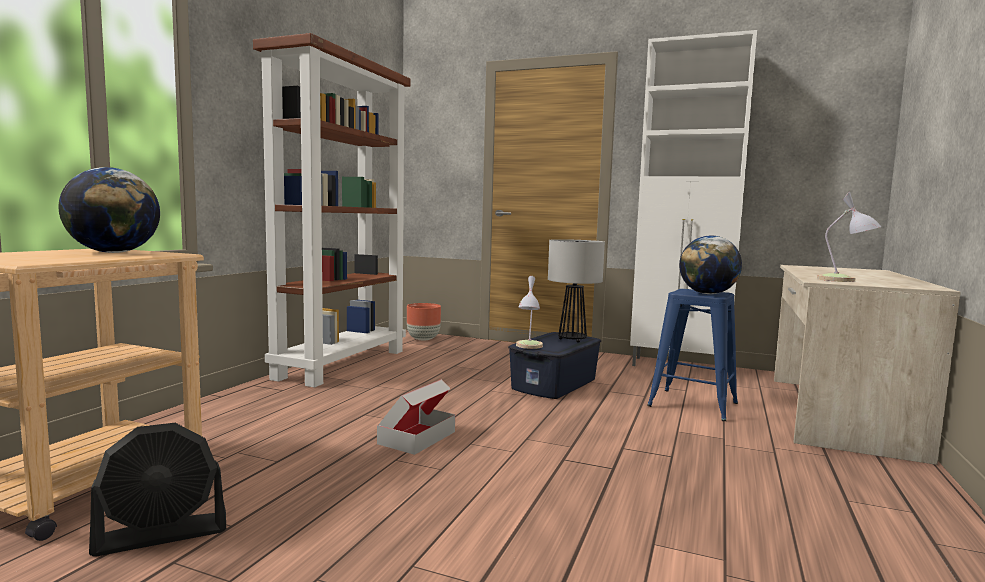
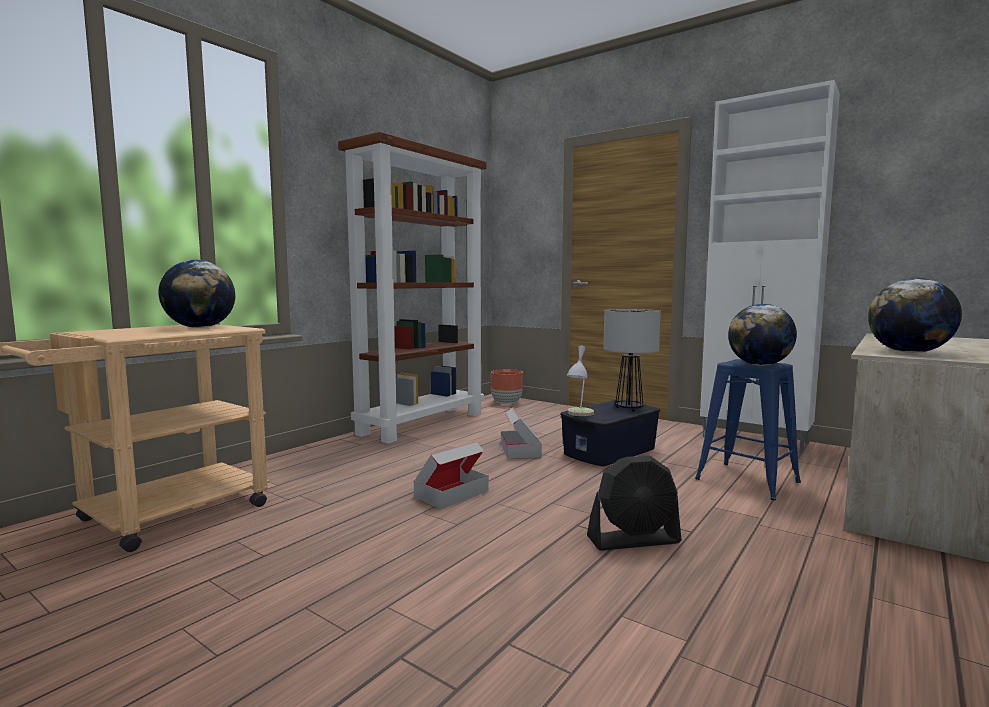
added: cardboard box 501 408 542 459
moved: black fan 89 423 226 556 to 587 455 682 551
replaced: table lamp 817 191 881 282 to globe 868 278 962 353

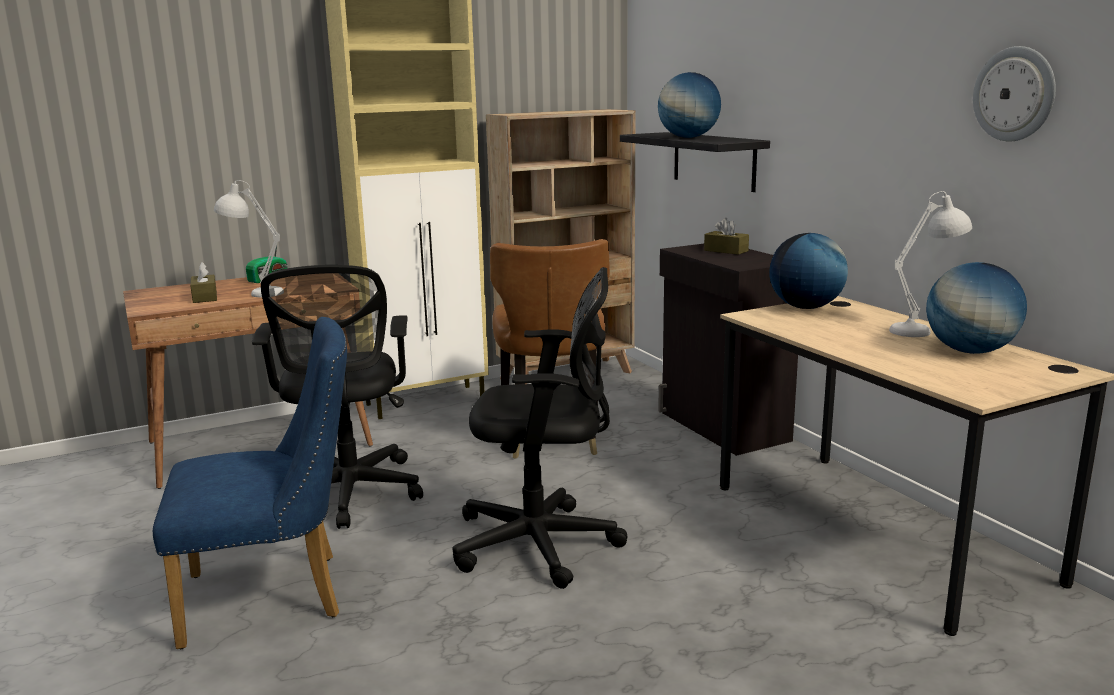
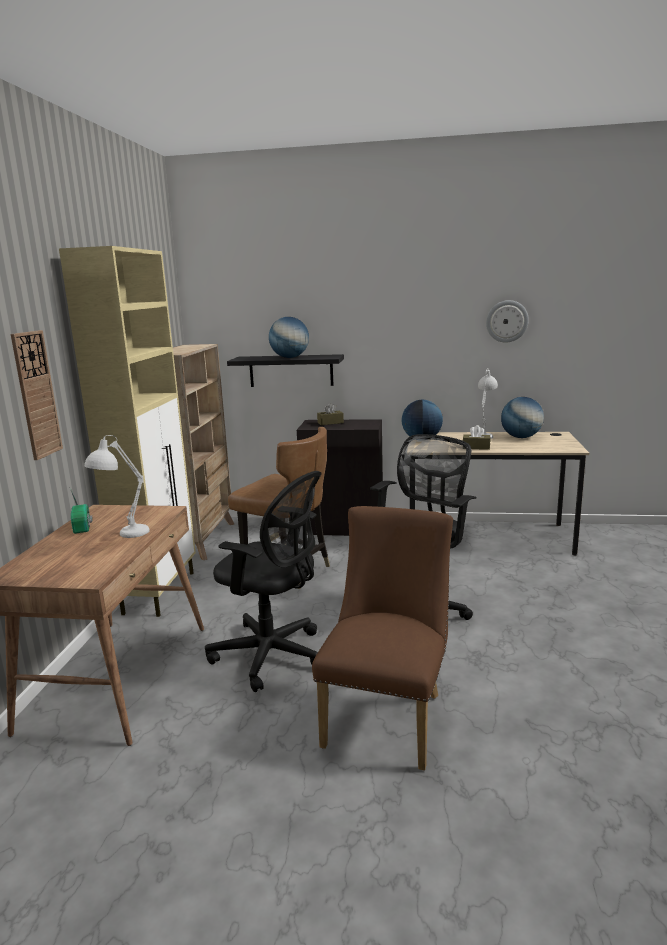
added: wall clock 11 330 63 460
moved: brown tissue box 190 262 217 303 to 463 425 491 450
recoloured: blue chair 153 317 347 649 to brown chair 312 506 453 771

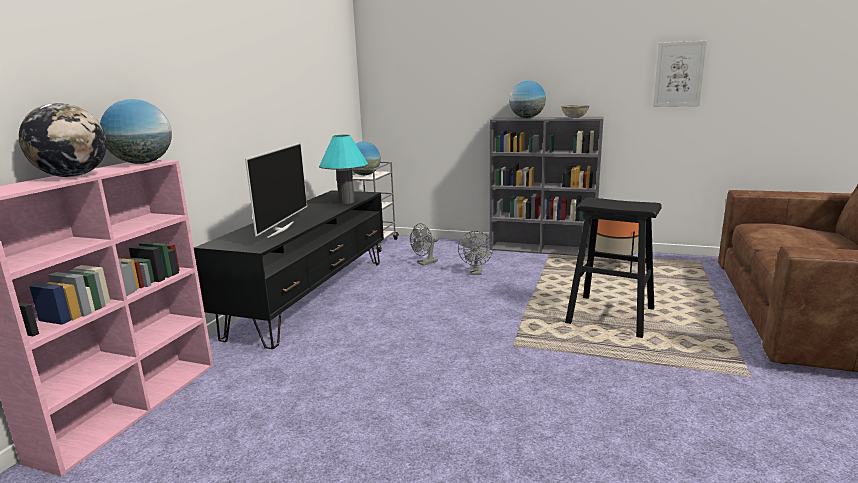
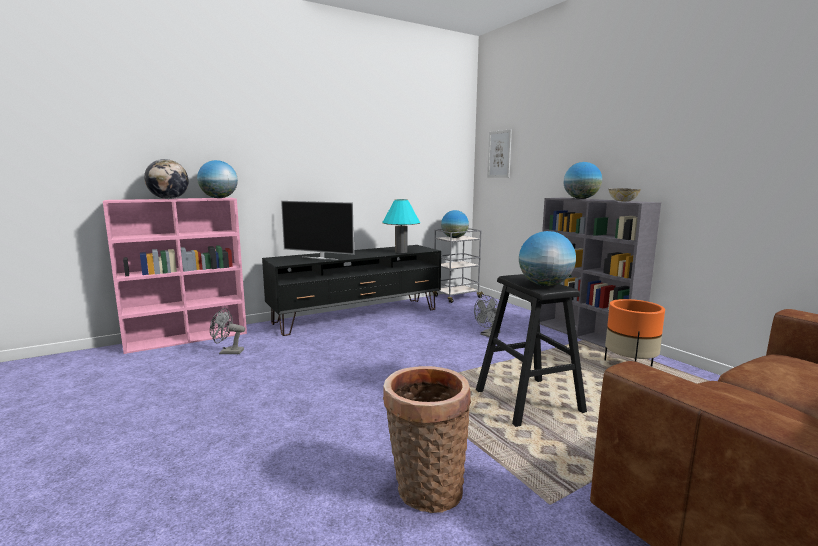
added: basket 383 366 471 513; globe 519 231 576 286
moved: grey fan 410 223 438 266 to 210 308 245 354; picture 653 41 707 107 to 487 129 512 178
turned: television 245 143 307 238 = 281 201 354 260 60 degrees clockwise

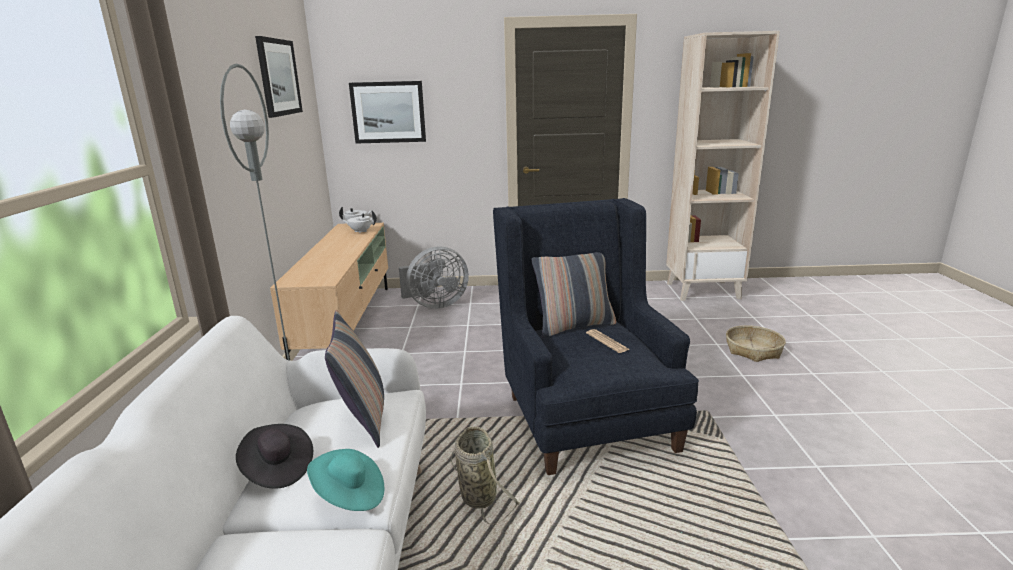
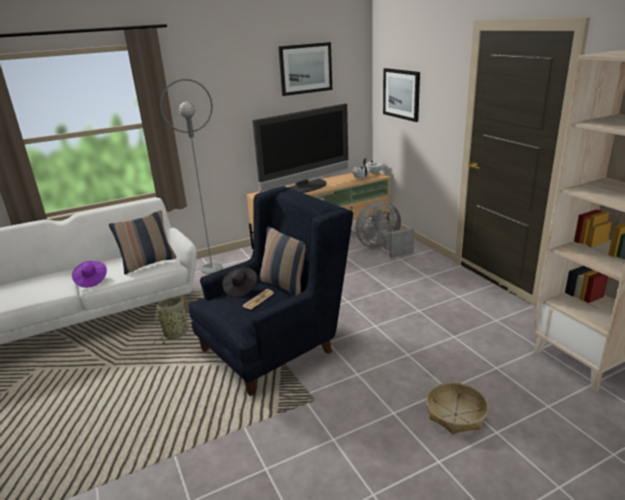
added: television 252 104 348 193
moved: black hat 236 424 313 489 to 223 267 257 297
recoloured: turquoise hat 307 449 384 511 to purple hat 72 261 107 288
turned: grey fan 399 246 469 309 = 355 201 414 258 120 degrees clockwise

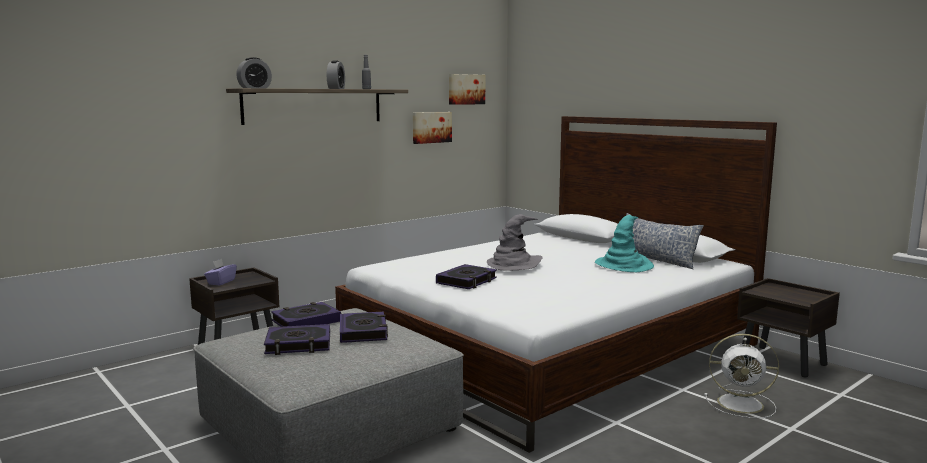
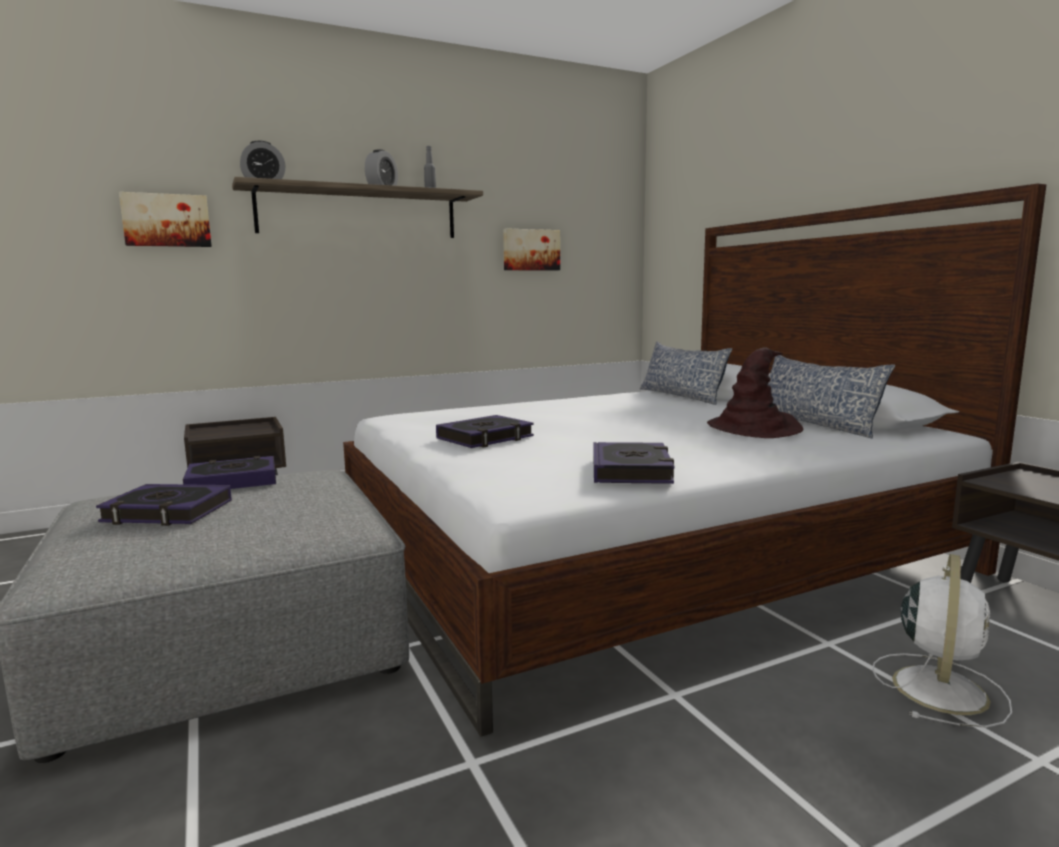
removed: purple tissue box 204 259 237 285; grey hat 487 214 542 270
added: pillow 640 342 732 405
moved: book 340 312 388 343 to 594 442 675 484; picture 449 74 485 105 to 119 192 212 247
recoloured: turquoise hat 595 215 654 272 to brown hat 707 347 804 438
turned: white fan 704 334 779 418 = 872 554 1012 728 90 degrees counterclockwise

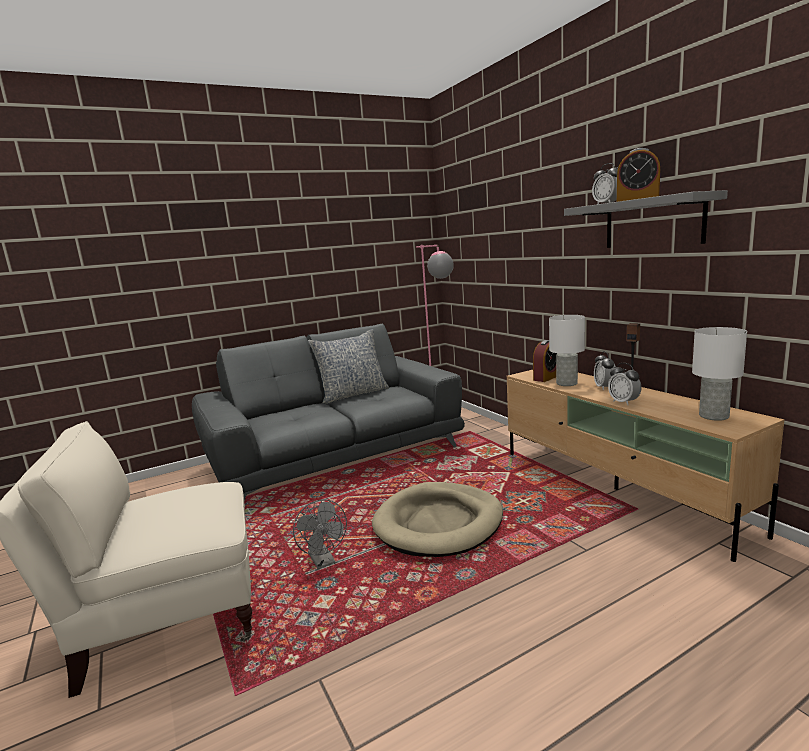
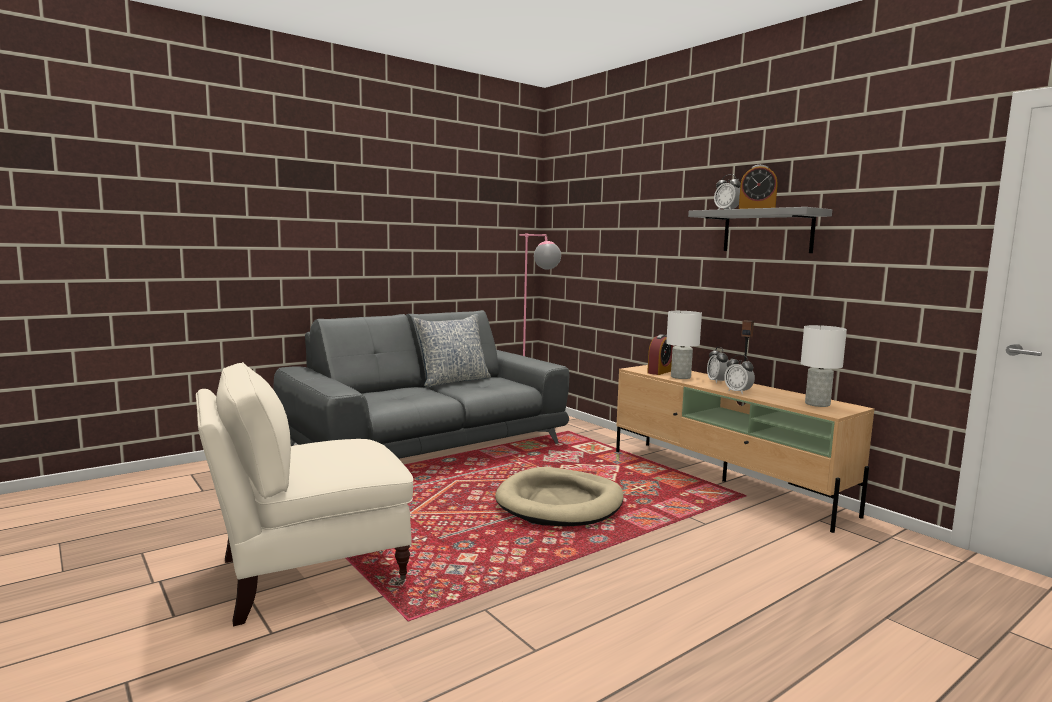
removed: grey fan 293 500 347 569

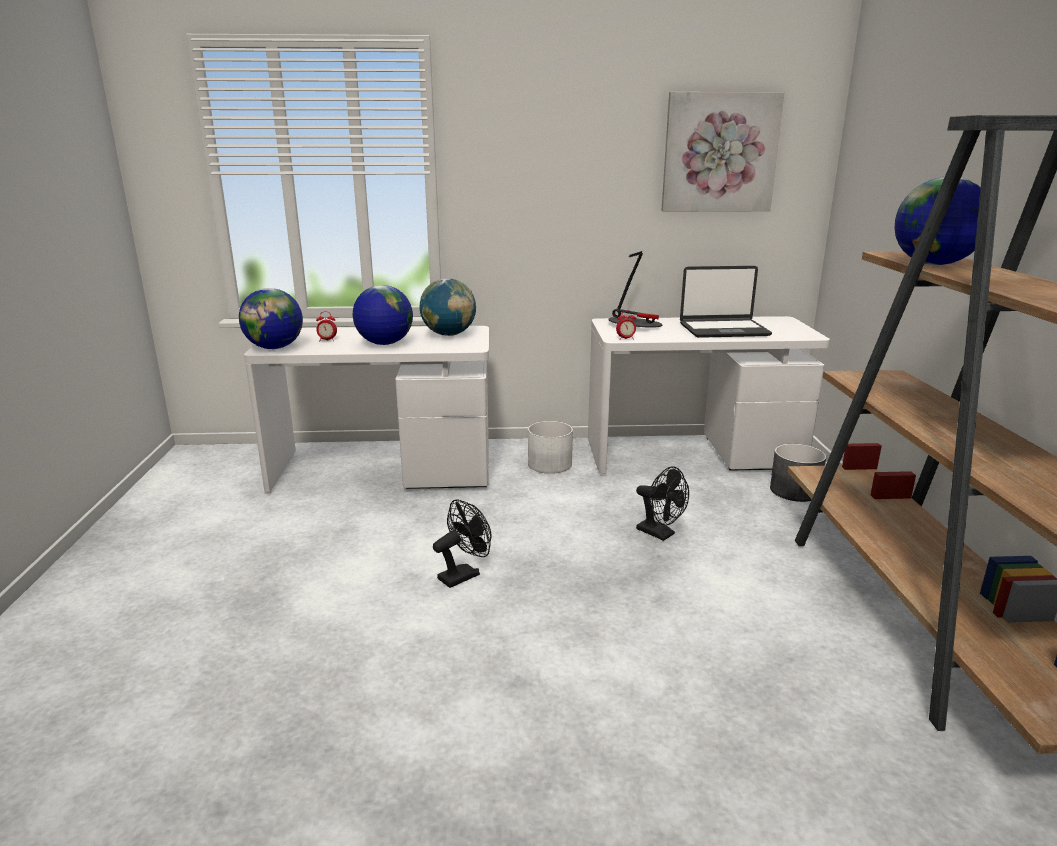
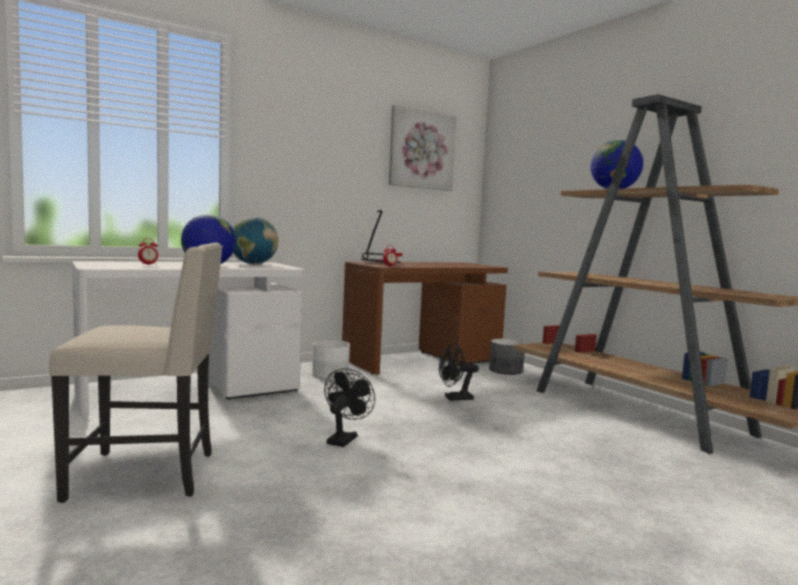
removed: globe 239 288 303 349; laptop 680 266 772 338
added: beige chair 49 243 223 503
recoloured: white desk 588 316 830 474 to brown desk 342 262 508 375
turned: black fan 636 467 689 541 = 439 343 479 401 150 degrees clockwise

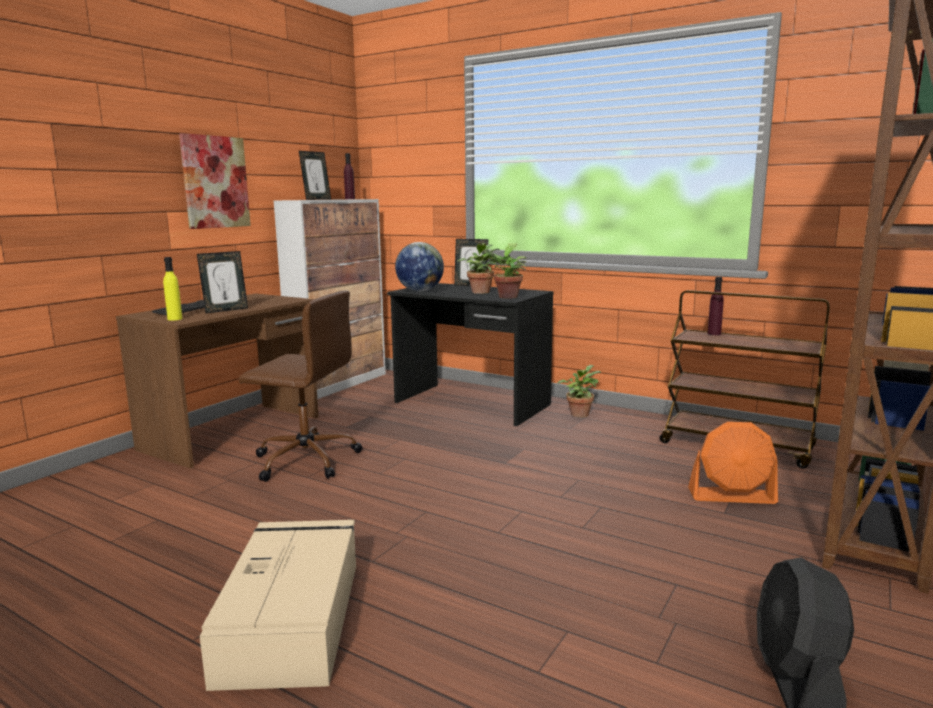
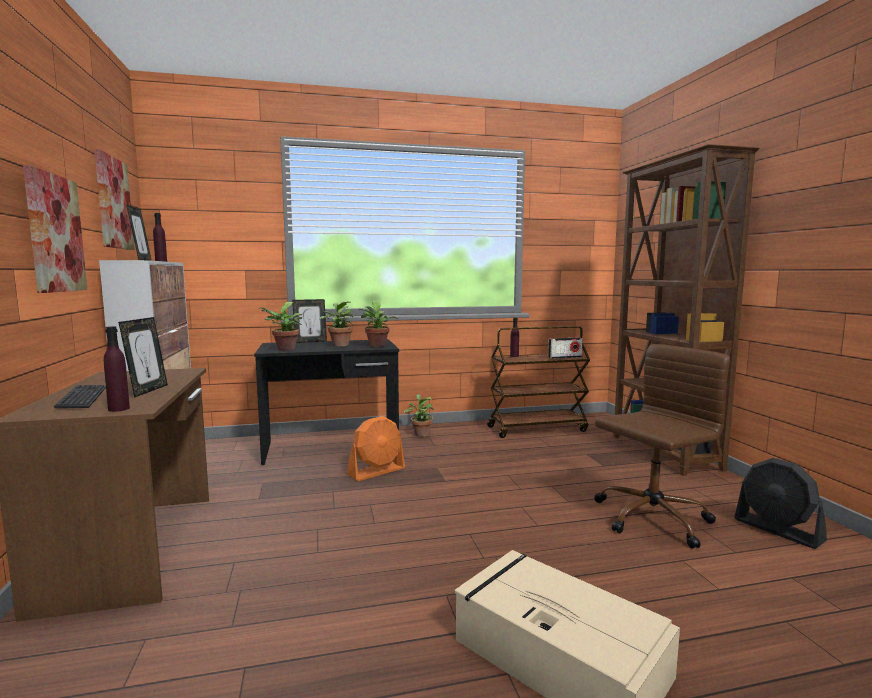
added: picture 94 149 135 250; radio 548 337 583 359
moved: brown office chair 239 290 362 482 to 594 344 730 548; orange fan 688 422 778 504 to 347 416 405 481
replaced: globe 395 242 444 292 to potted plant 258 302 302 351
recoloured: yellow bottle 163 257 183 321 to purple bottle 104 326 130 412

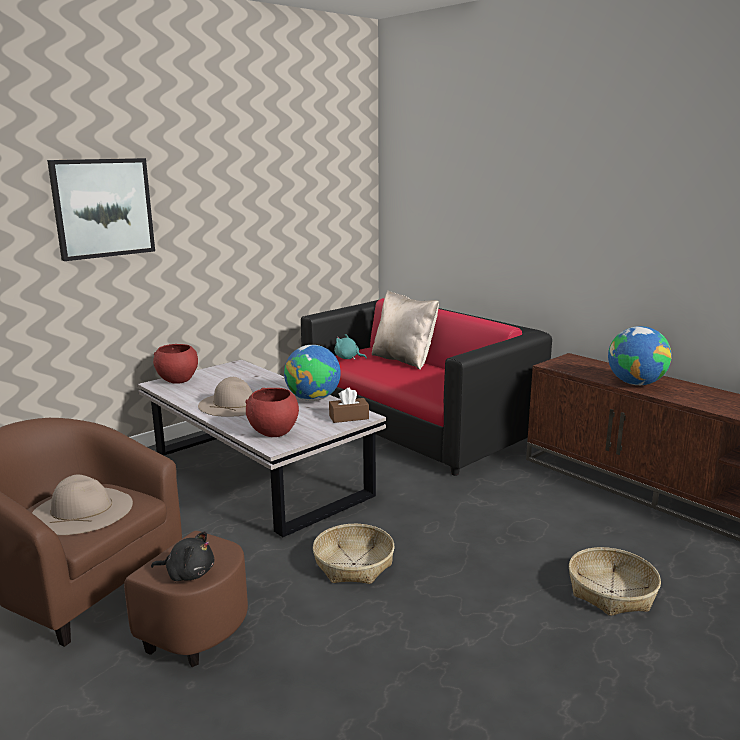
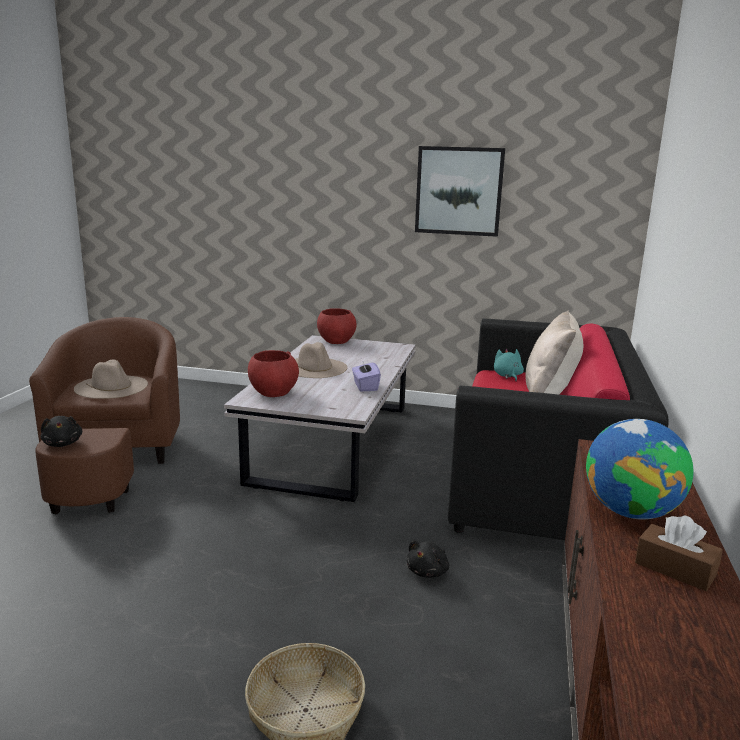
removed: basket 313 524 395 584
added: black plush toy 407 541 449 578
moved: picture 47 158 155 261 to 415 146 505 237; brown tissue box 329 388 369 423 to 635 516 723 591
replaced: globe 284 345 341 401 to purple tissue box 352 362 381 391

